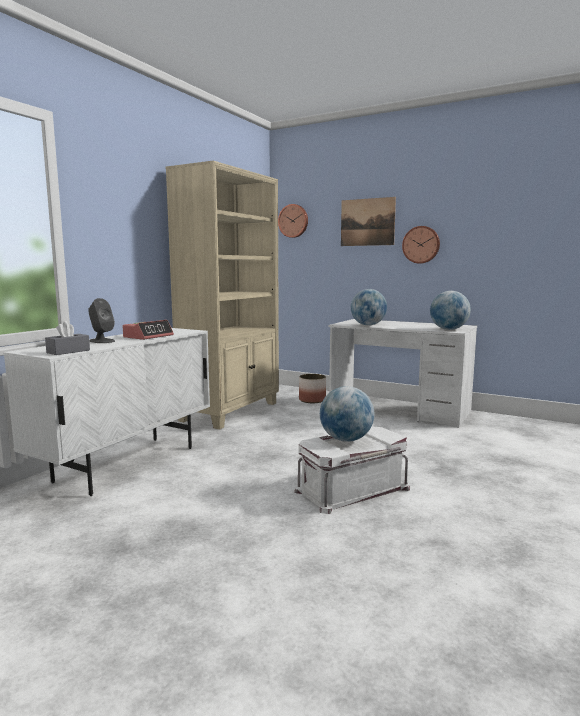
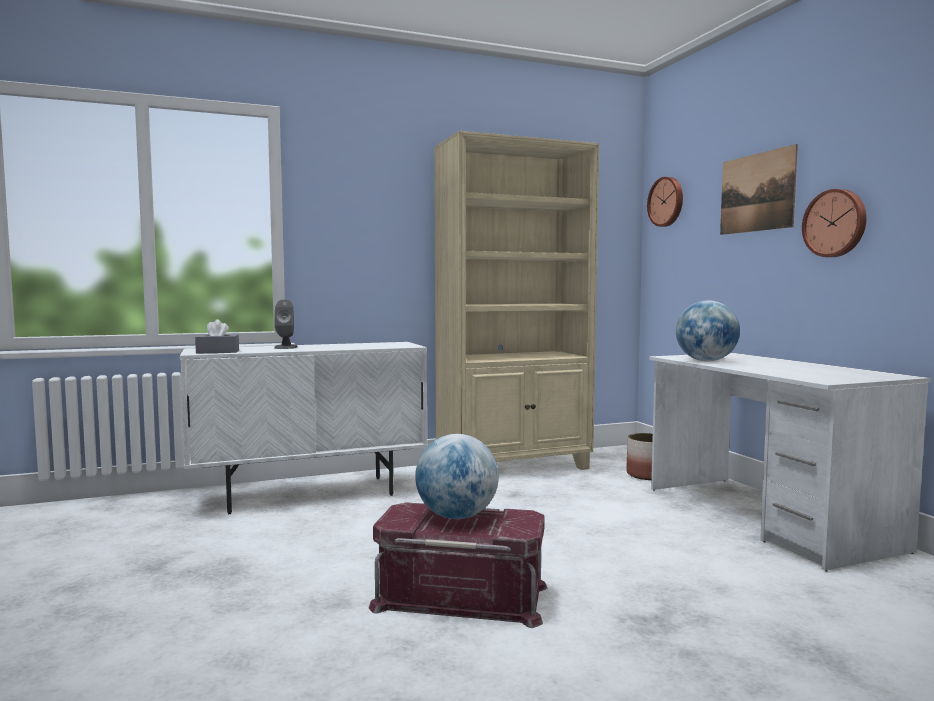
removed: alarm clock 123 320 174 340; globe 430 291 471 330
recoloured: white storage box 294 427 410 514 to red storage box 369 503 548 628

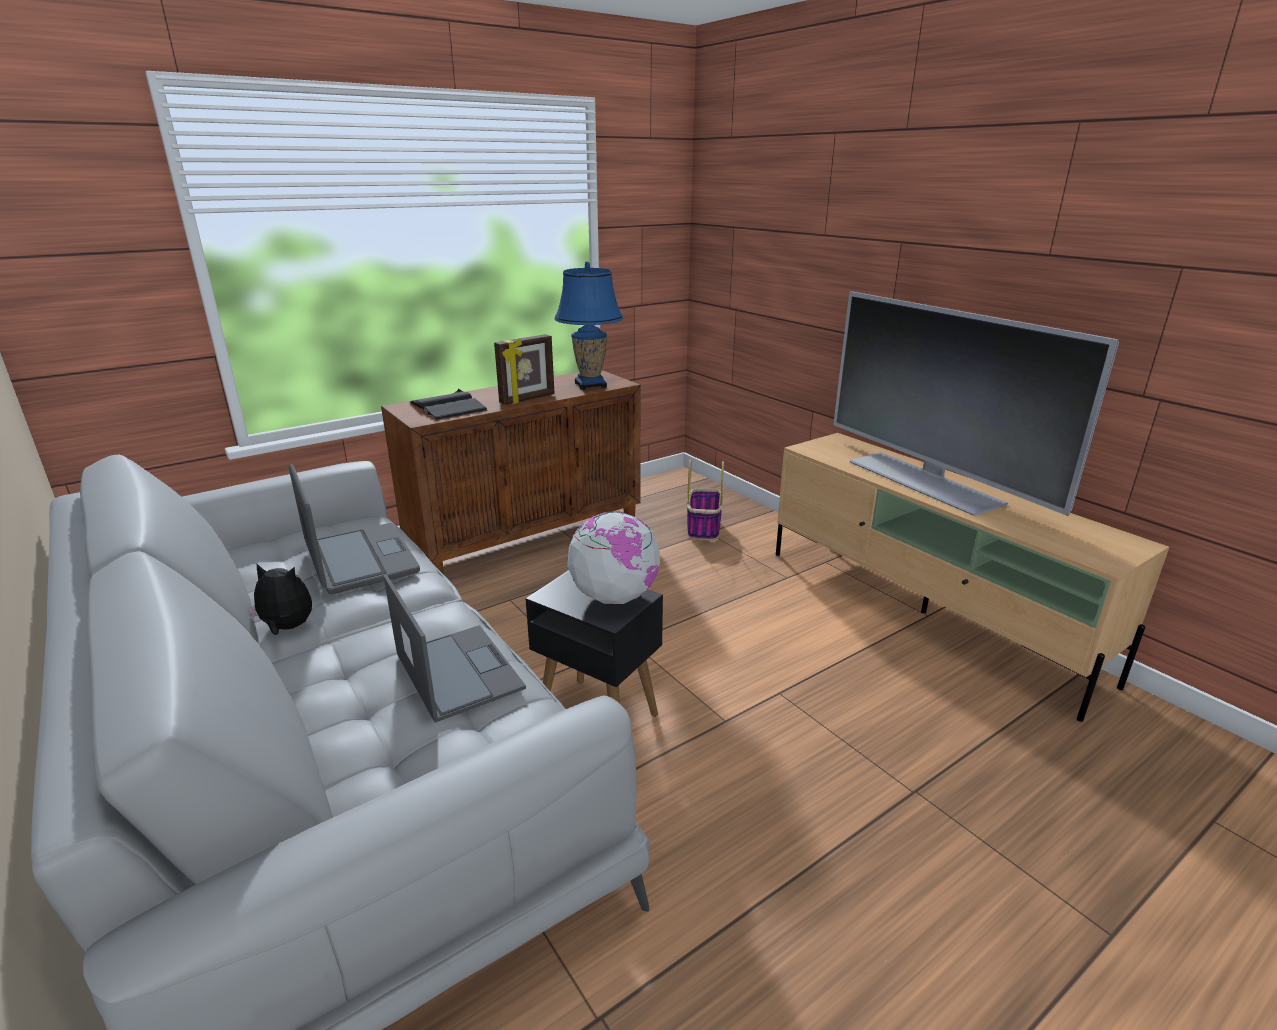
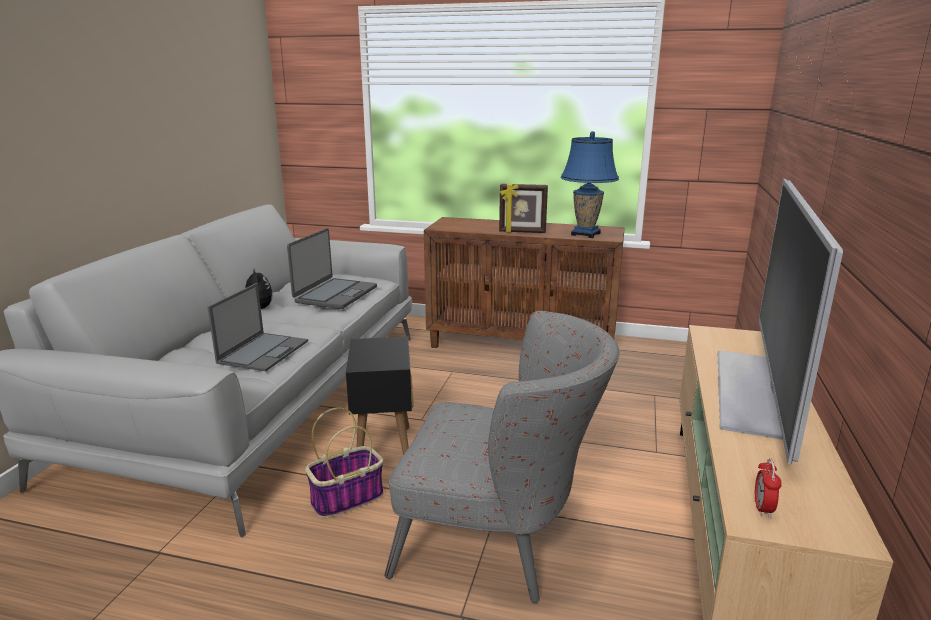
removed: black book 409 389 488 421; globe 567 512 661 604
added: grey armchair 384 311 620 603; alarm clock 755 458 782 518
moved: basket 687 459 724 541 to 305 408 383 519

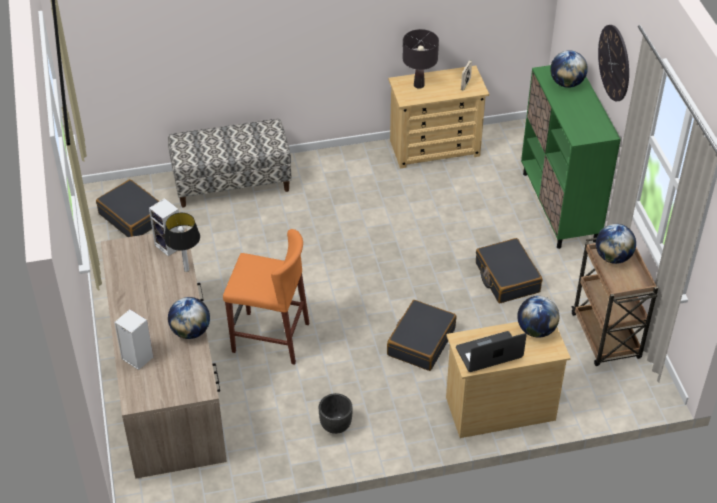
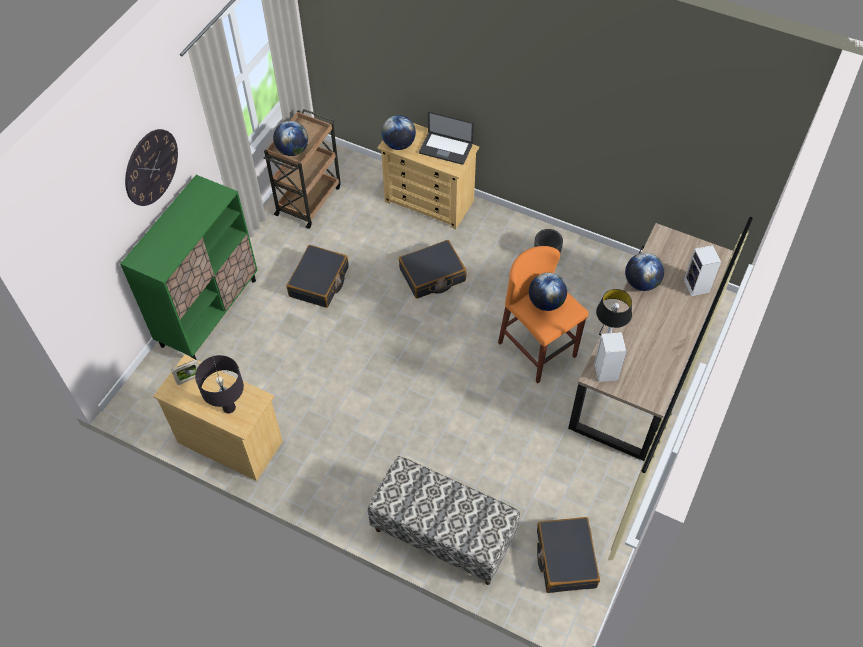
moved: globe 550 50 588 88 to 529 273 567 311

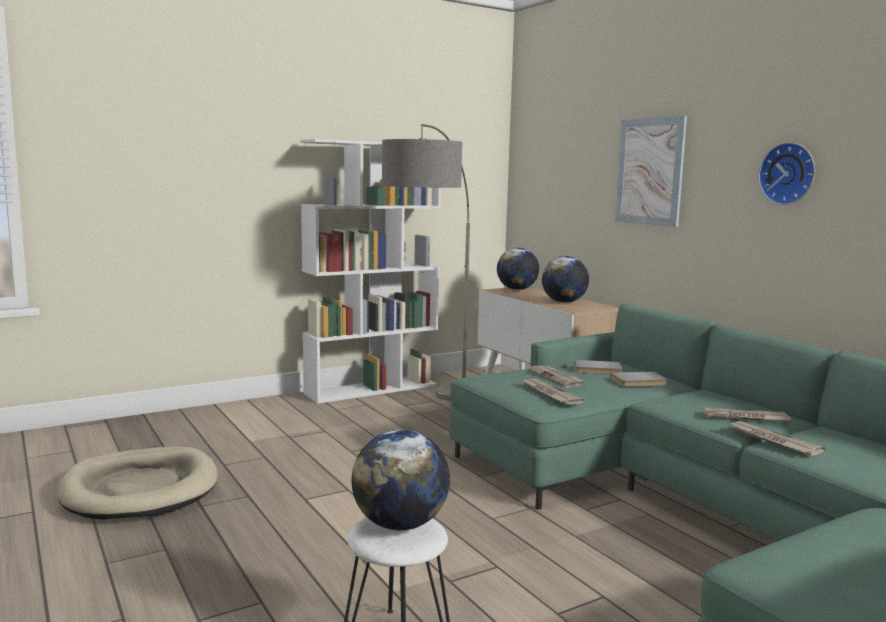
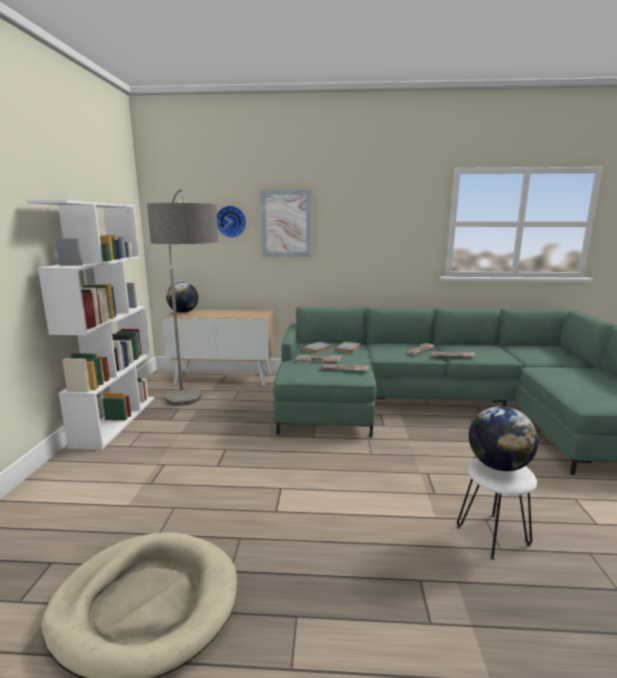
removed: globe 542 256 589 303
moved: wall clock 758 142 815 205 to 217 205 246 238

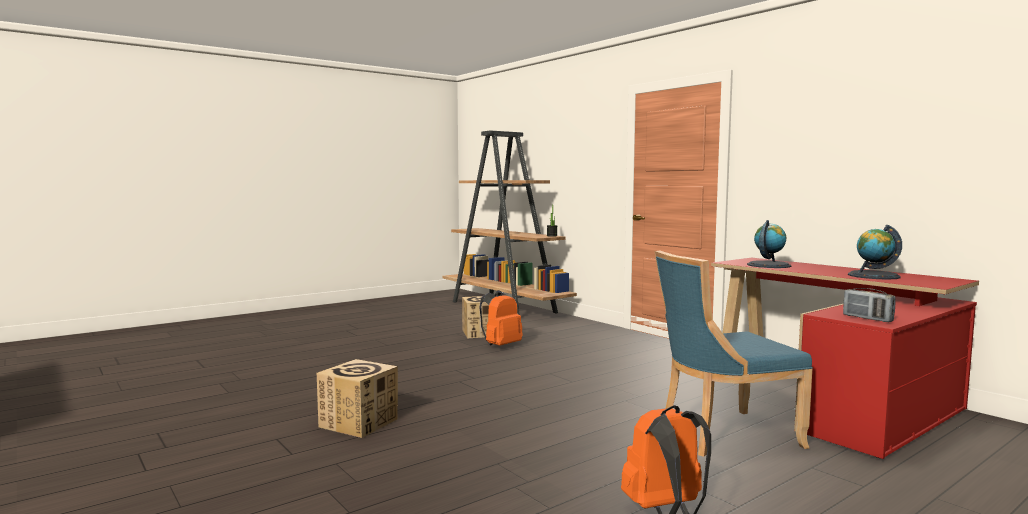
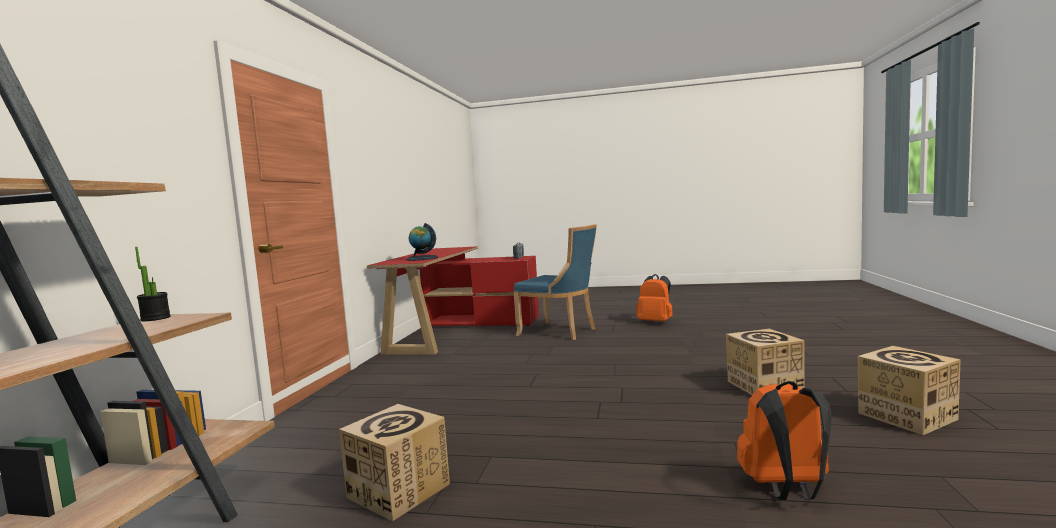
removed: globe 848 225 902 279
added: cardboard box 858 346 961 435
moved: orange backpack 479 290 523 346 to 737 381 832 500

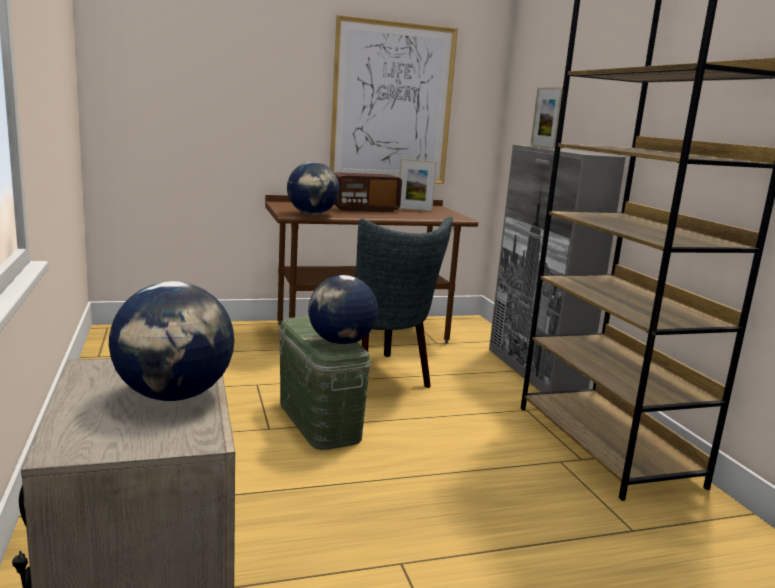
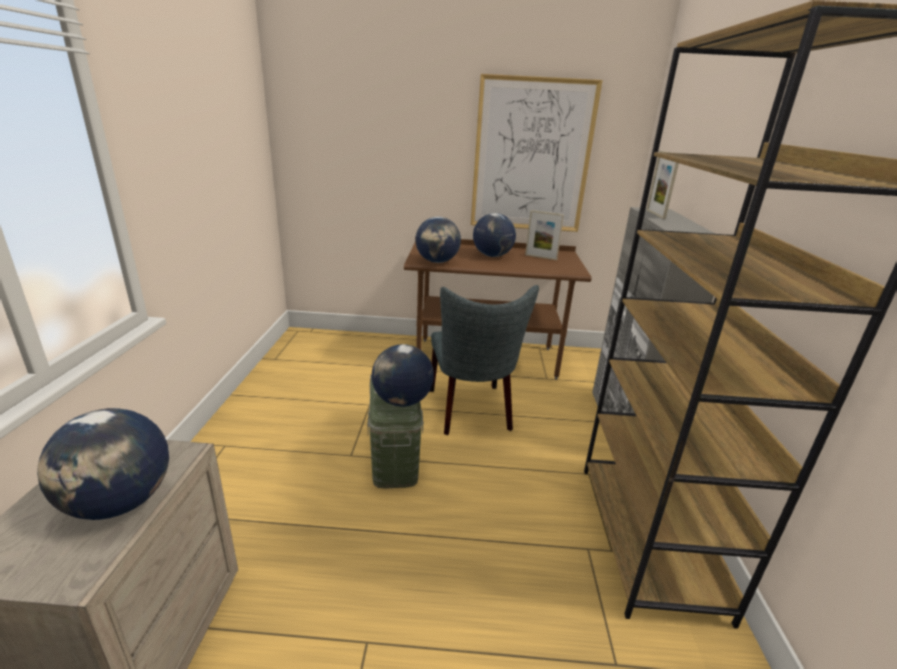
replaced: radio 334 172 402 212 to globe 473 213 516 257

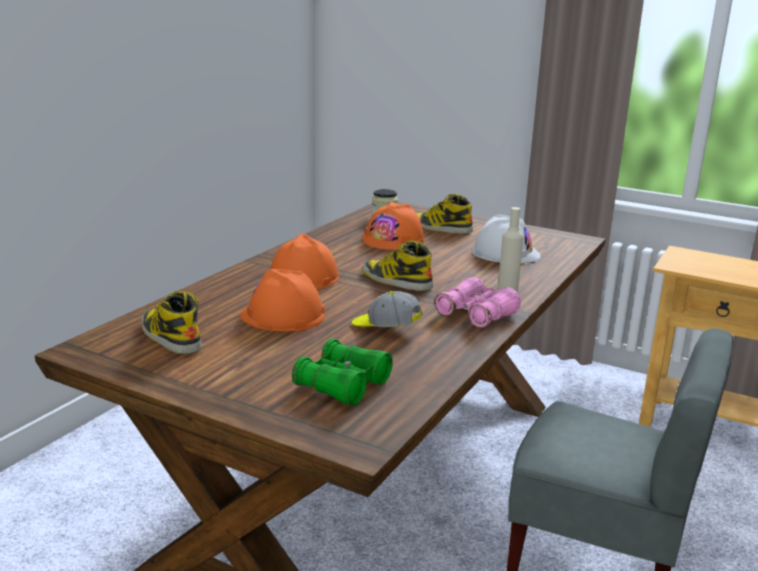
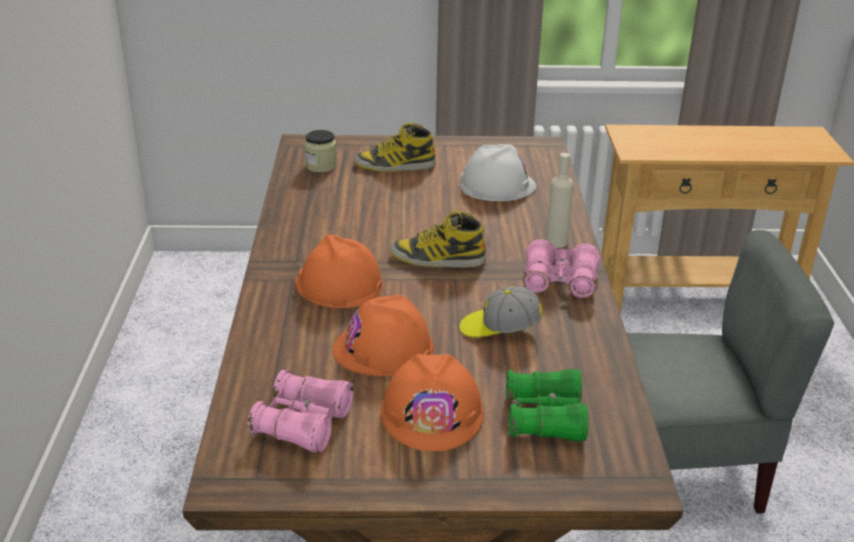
moved: orange hard hat 362 201 424 250 to 381 354 484 451
replaced: boot 142 291 202 354 to pink binoculars 248 369 354 453

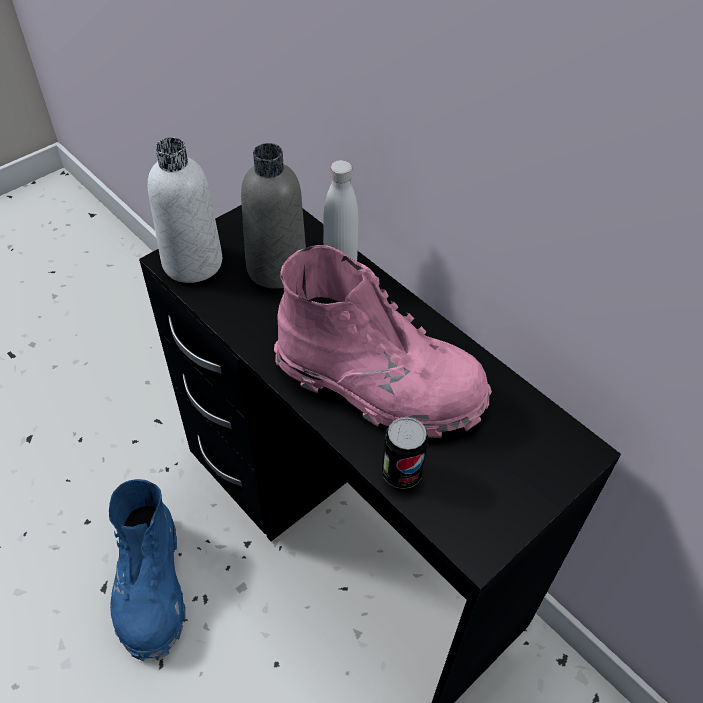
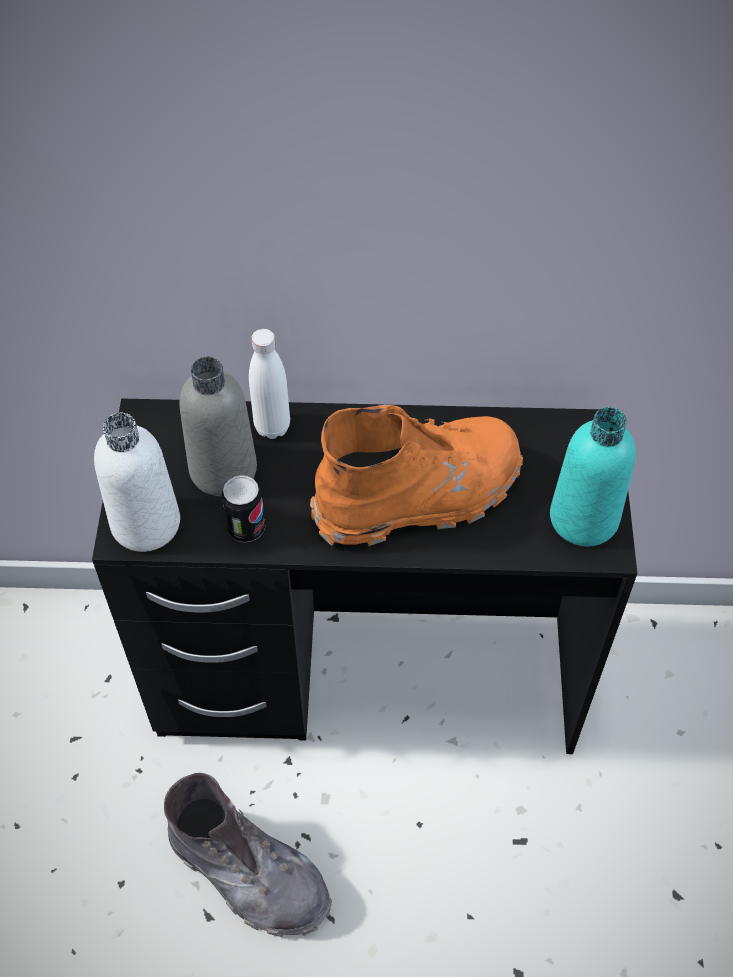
added: turquoise bottle 550 407 636 546
moved: can 382 417 428 489 to 222 475 265 543
recoloured: blue boot 109 479 185 661 to grey boot 164 773 332 937; pink boot 274 245 492 438 to orange boot 310 405 523 546

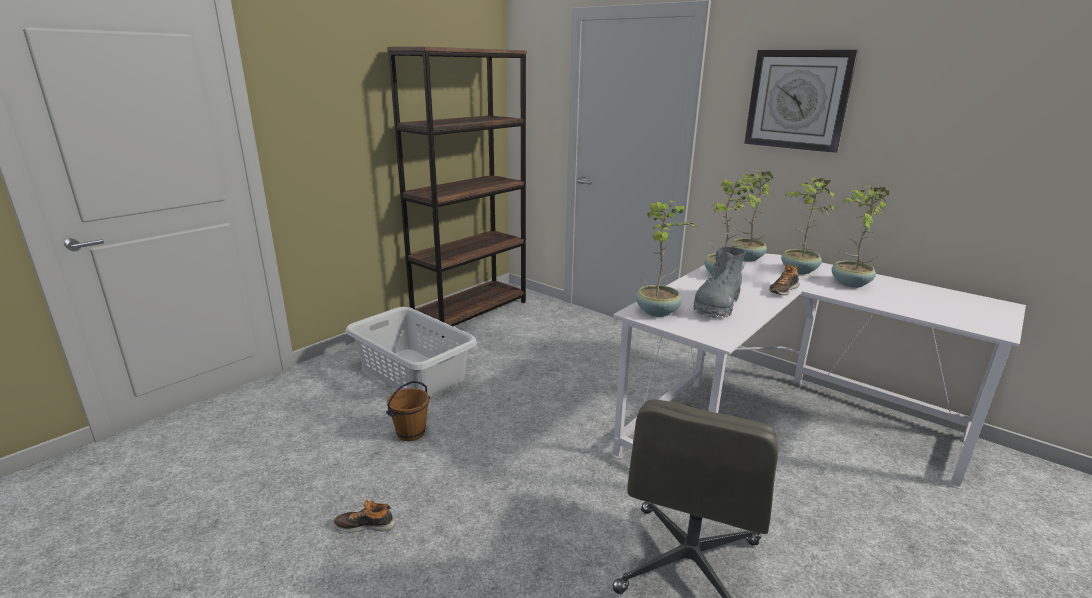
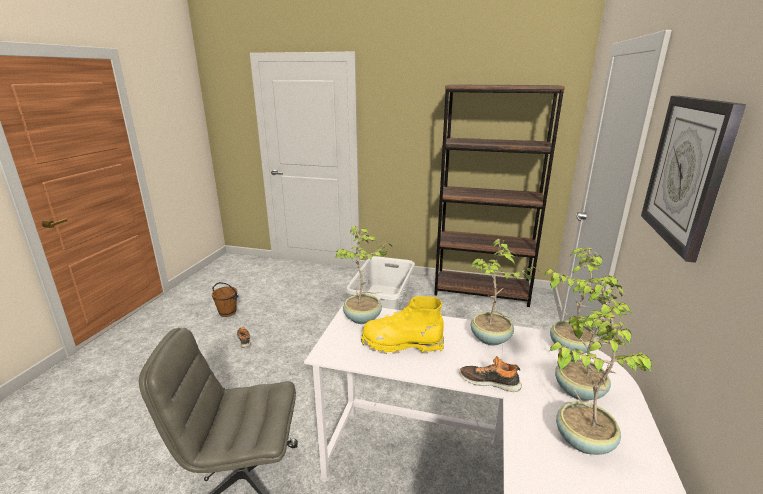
moved: brown bucket 386 381 430 441 to 212 282 238 317
recoloured: grey boot 693 246 745 318 to yellow boot 361 296 444 354

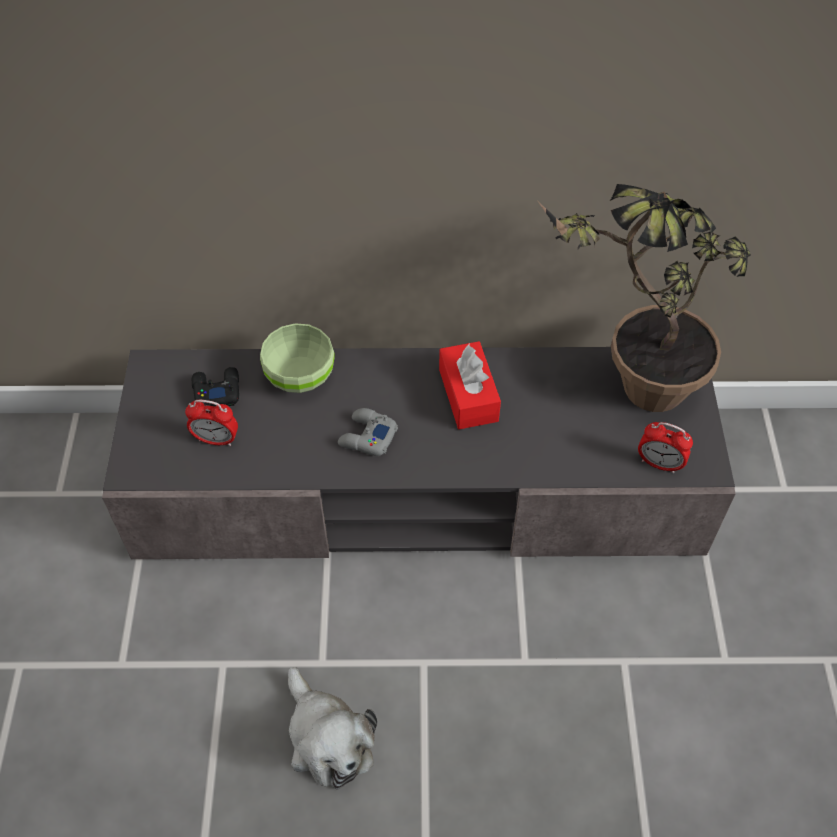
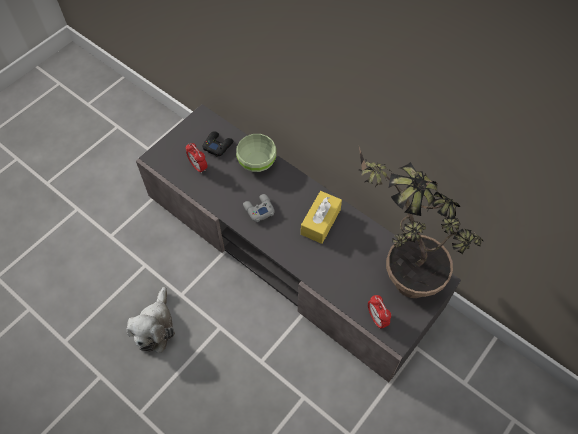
recoloured: red tissue box 439 341 501 429 to yellow tissue box 301 191 342 244

